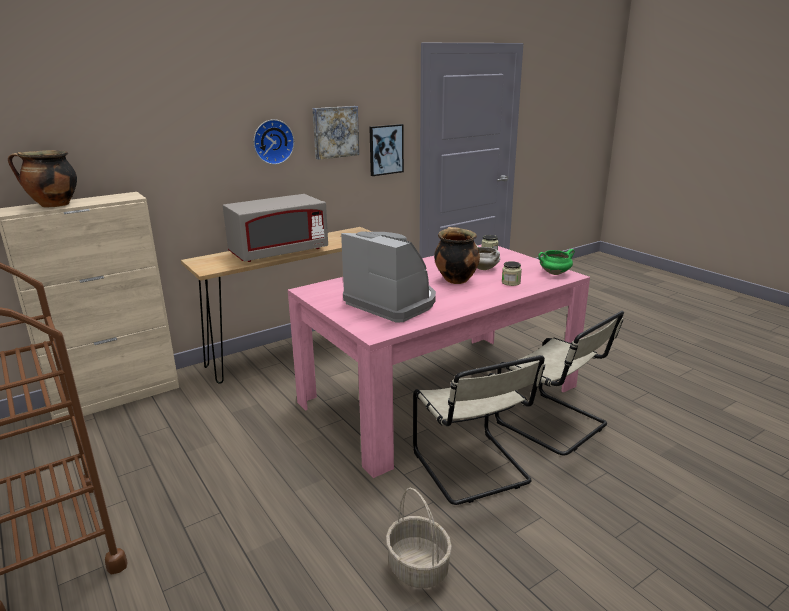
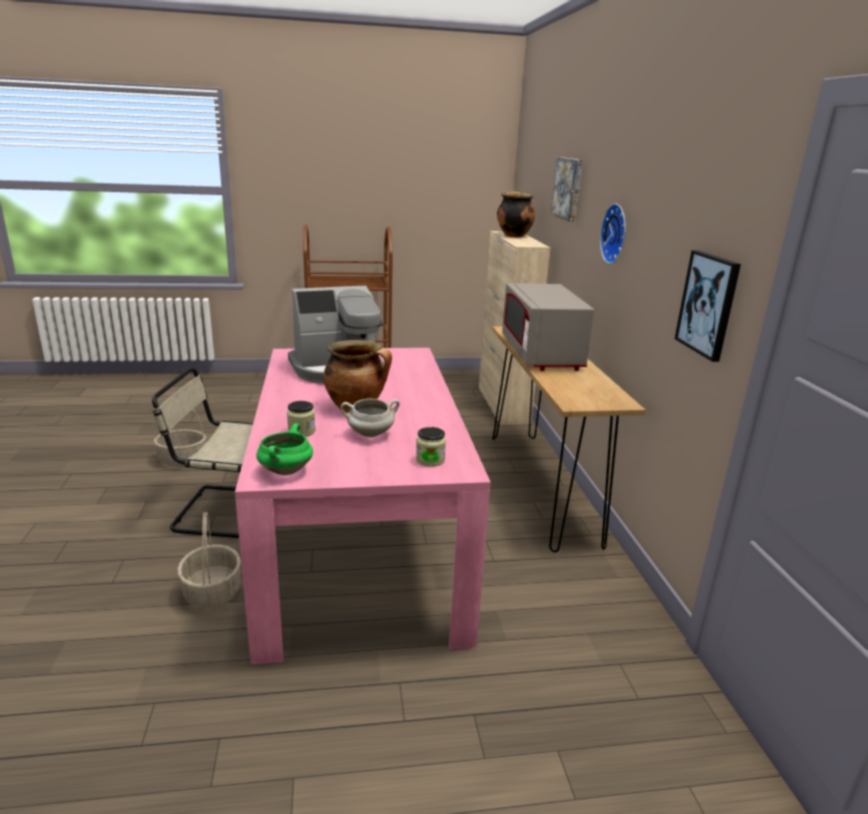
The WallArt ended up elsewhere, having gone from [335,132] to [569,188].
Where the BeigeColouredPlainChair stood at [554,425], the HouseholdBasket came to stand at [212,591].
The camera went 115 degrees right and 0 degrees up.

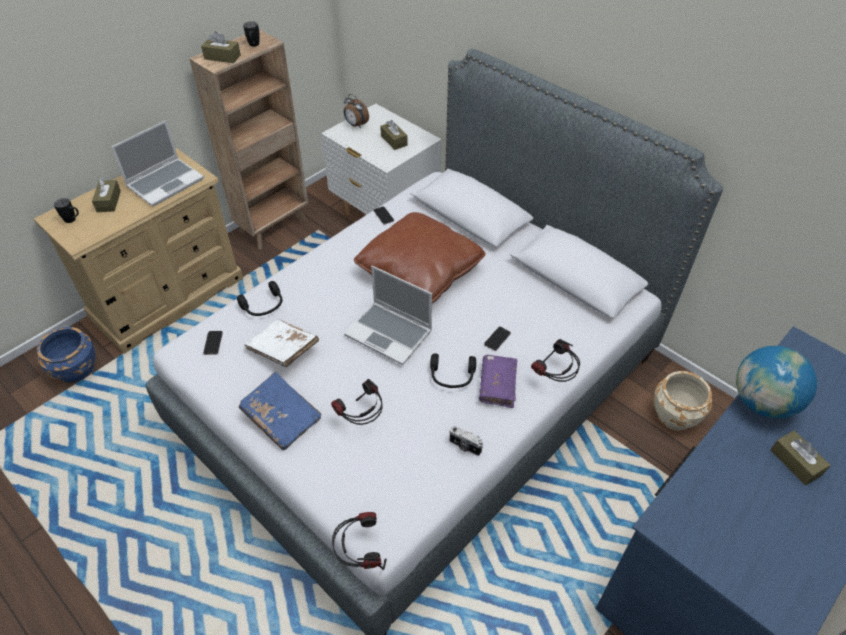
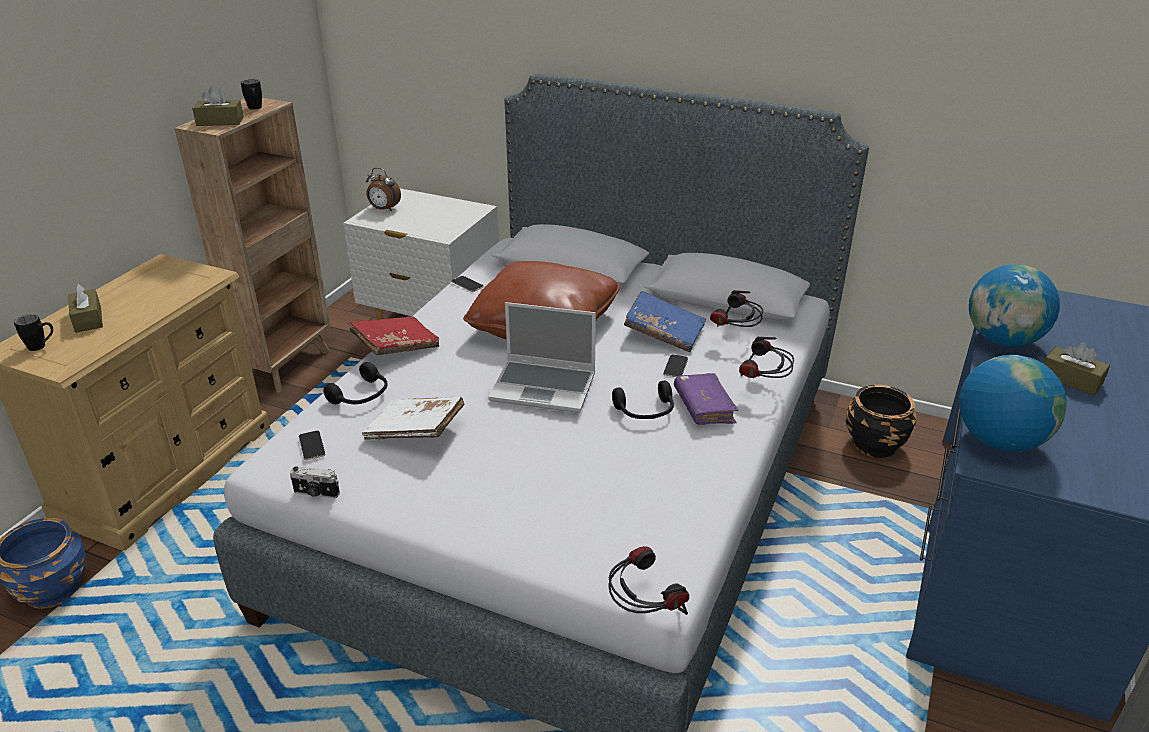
The second view lost the PortableComputer at [166,182].
The second view lost the BrownColouredBoxOfTissues at [394,141].
The second view gained the RedColouredVolume at [396,347].
The second view gained the WorldGlobe at [998,441].
The BlueVolume ended up elsewhere, having gone from [281,417] to [664,333].
The Headphones ended up elsewhere, having gone from [361,418] to [735,336].
The PhotoCamera ended up elsewhere, having gone from [464,447] to [316,493].
What was the BeigeColouredPlanter at [674,415] turned into the BlackishPlanter at [874,444].
The camera went 20 degrees left and 15 degrees down.

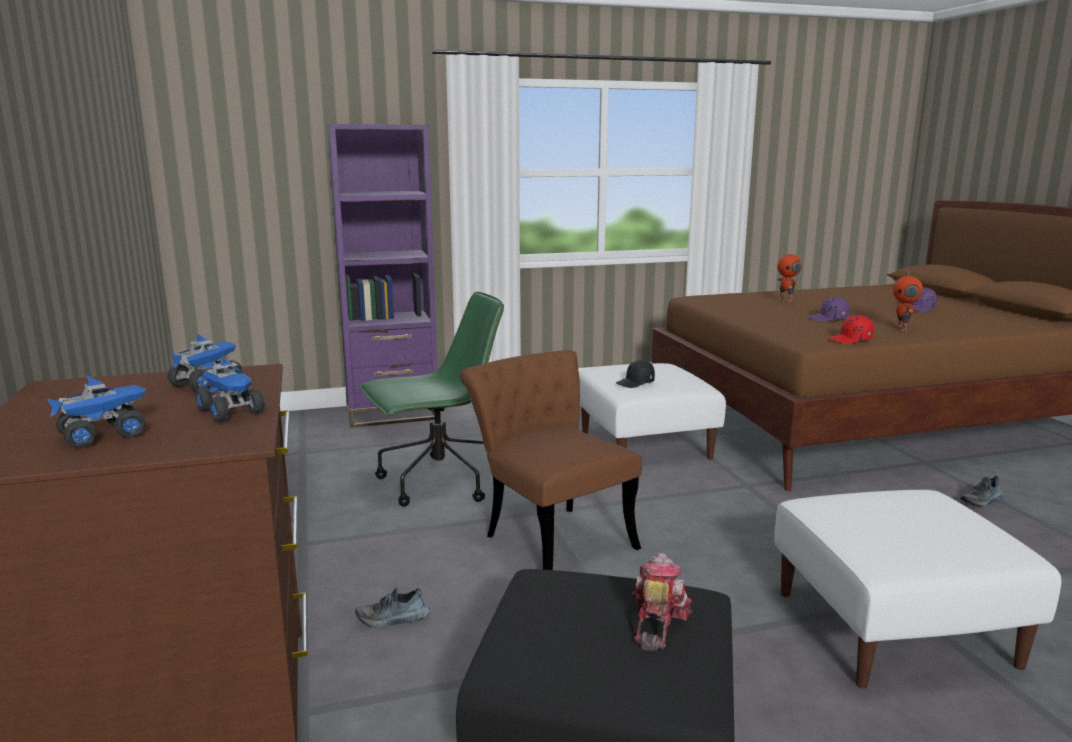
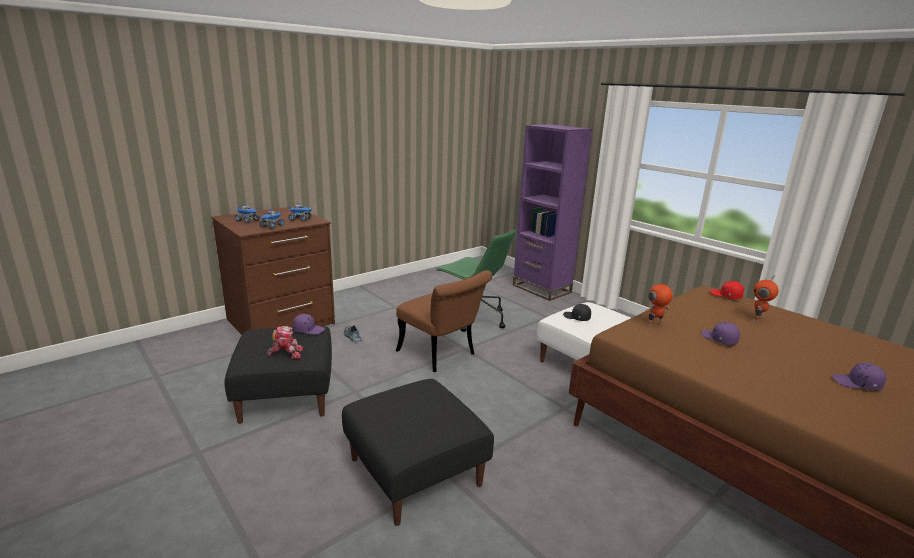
The second view lost the LowShoe at [982,501].
The second view gained the PurplishCap at [309,330].
The RedColouredCap ended up elsewhere, having gone from [850,340] to [726,295].
The RobotFigure ended up elsewhere, having gone from [902,329] to [654,325].
What was the WhitishFootrest at [892,629] turned into the BlackishFootrest at [414,471].
The BrownColouredPlainChair at [550,536] ended up facing another way, 105 degrees clockwise from before.
The camera went 65 degrees right and 5 degrees up.

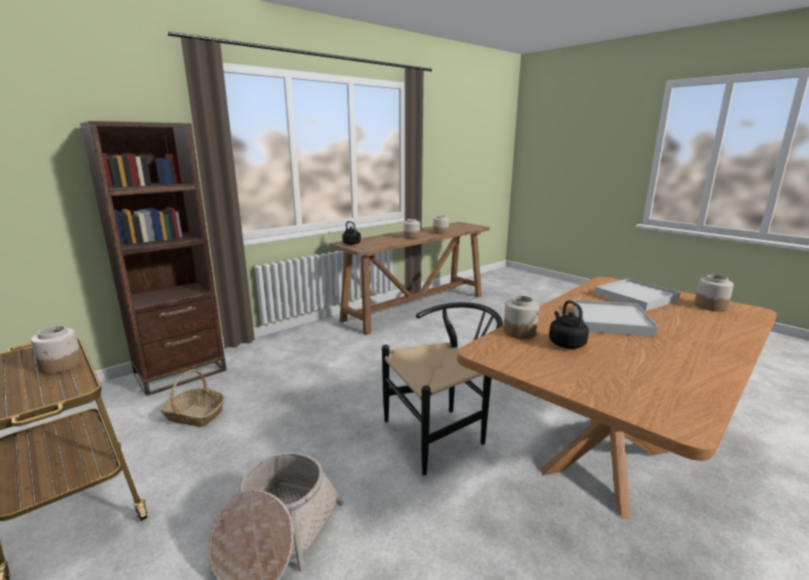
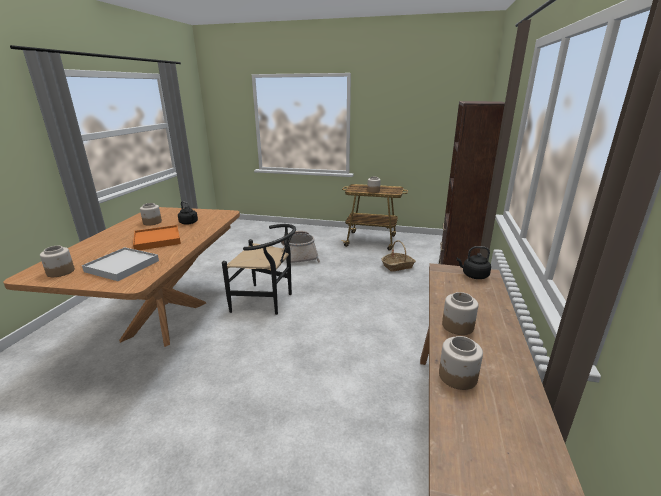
The StorageJar ended up elsewhere, having gone from [519,332] to [152,222].
What was the WhitishTray at [611,321] turned into the OrangeTray at [157,240].
The BlackishPlainChair at [442,433] ended up facing another way, 105 degrees counterclockwise from before.
The camera went 145 degrees right and 5 degrees up.

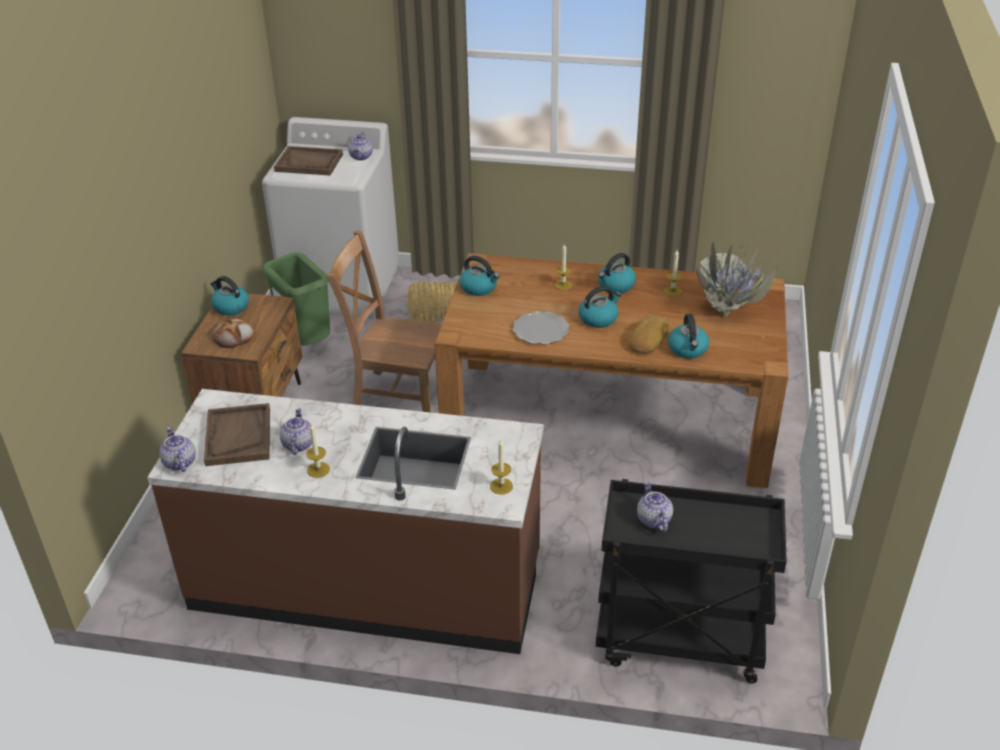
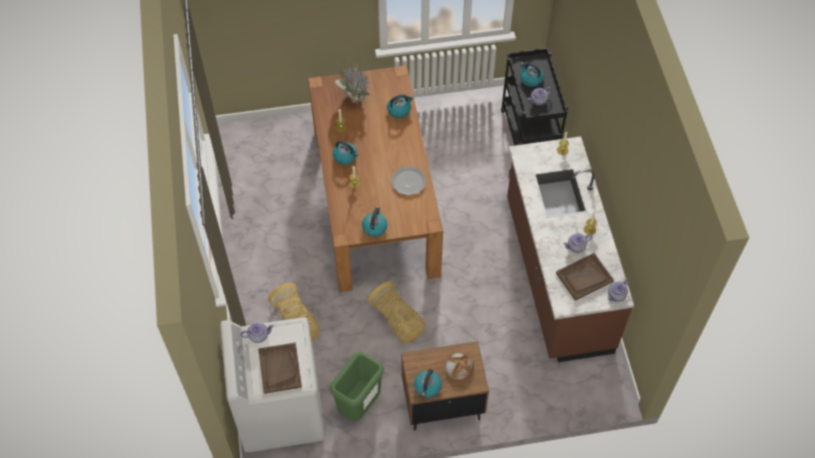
The second view lost the BakedBread at [647,339].
The Kettle ended up elsewhere, having gone from [598,318] to [530,79].
Where the BrownColouredPlainChair stood at [397,397], the HouseholdBasket came to stand at [398,321].
The camera went 110 degrees left and 20 degrees up.

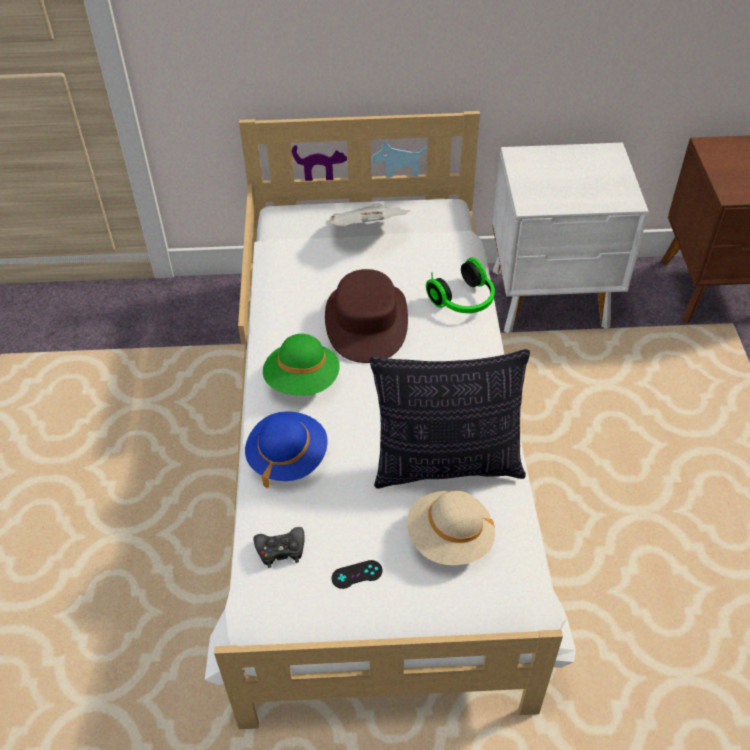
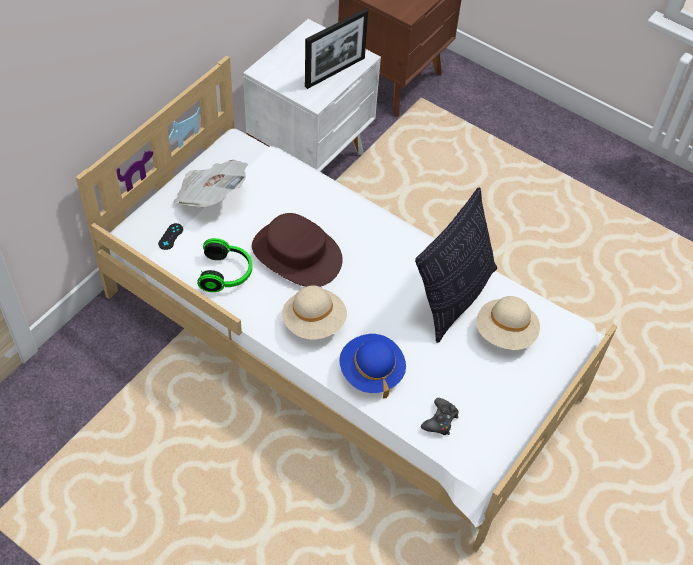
The second view gained the PhotoFrame at [335,72].
The BlackishJoypad ended up elsewhere, having gone from [357,574] to [170,236].
The Headphones ended up elsewhere, having gone from [464,301] to [226,274].
What was the GreenColouredHat at [302,381] turned into the BeigeColouredHat at [314,322].
The camera went 55 degrees left and 5 degrees up.

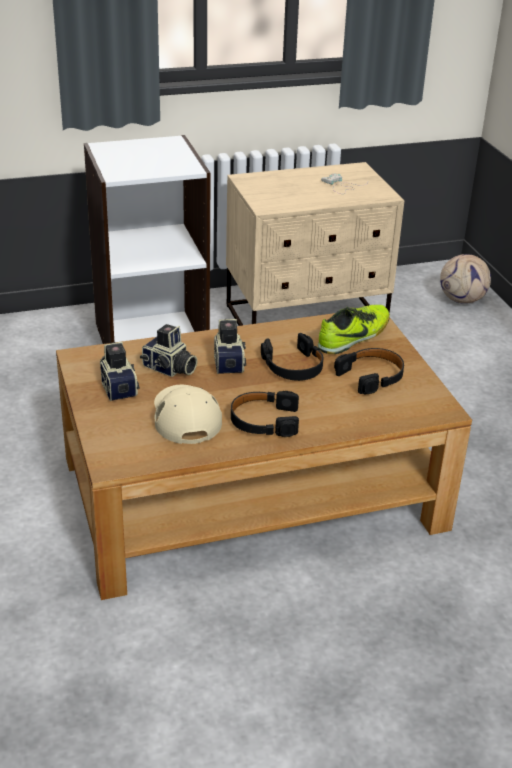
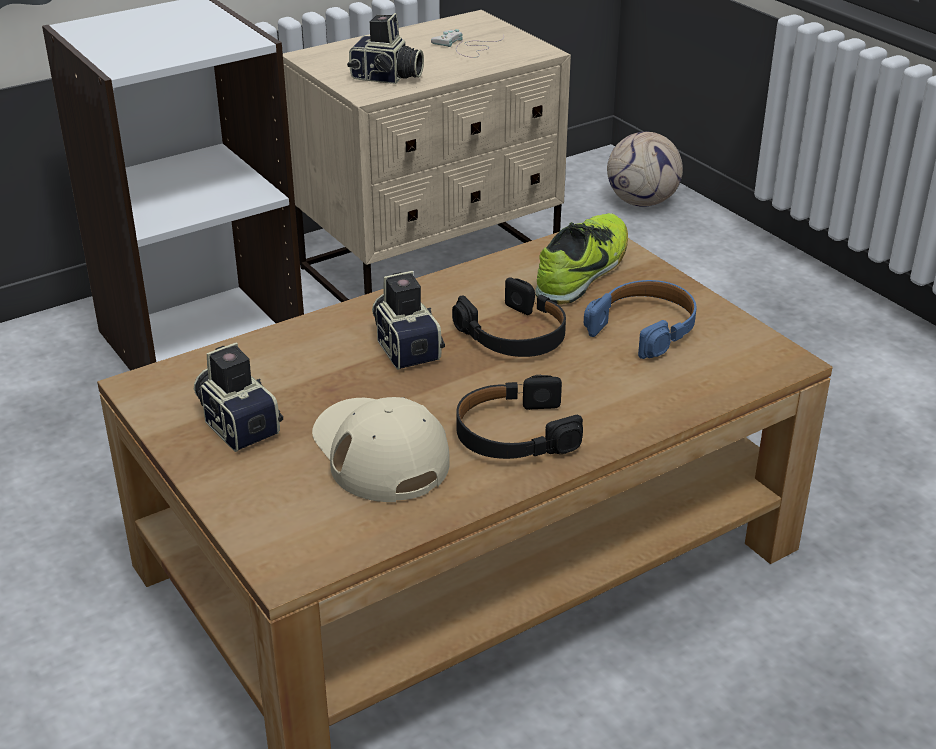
The PhotoCamera ended up elsewhere, having gone from [169,369] to [386,78].
What was the BlackishHeadphones at [371,376] turned into the BlueHeadphones at [644,328].
The camera went 15 degrees left and 0 degrees up.

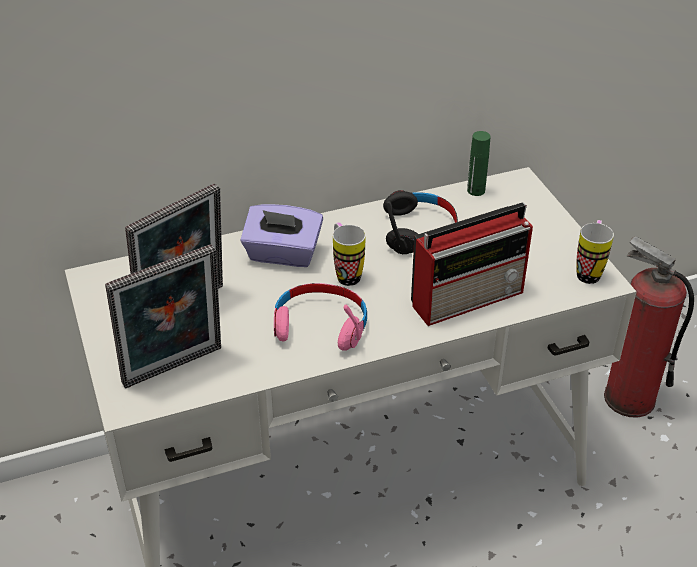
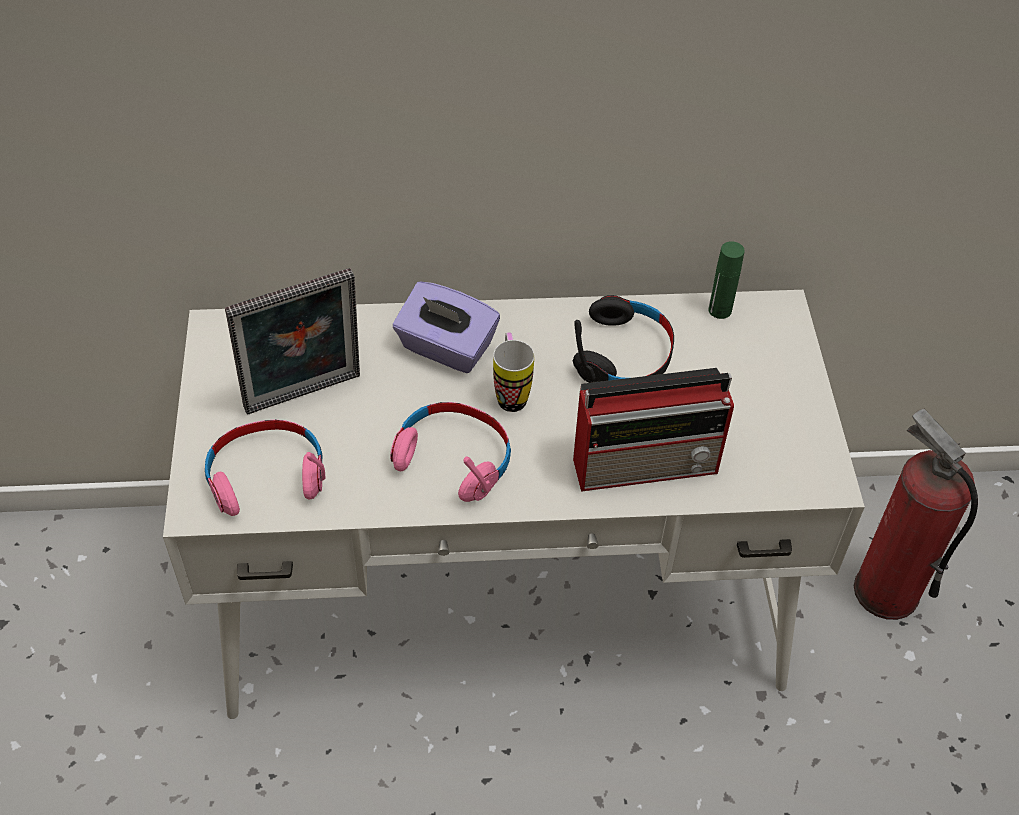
The second view lost the CoffeeMug at [589,271].
Where the PhotoFrame stood at [175,369], the PinkHeadphones came to stand at [266,476].
The camera went 15 degrees right and 10 degrees up.

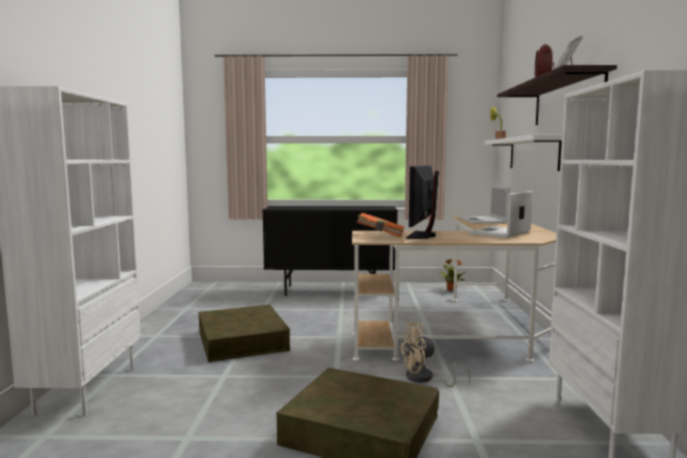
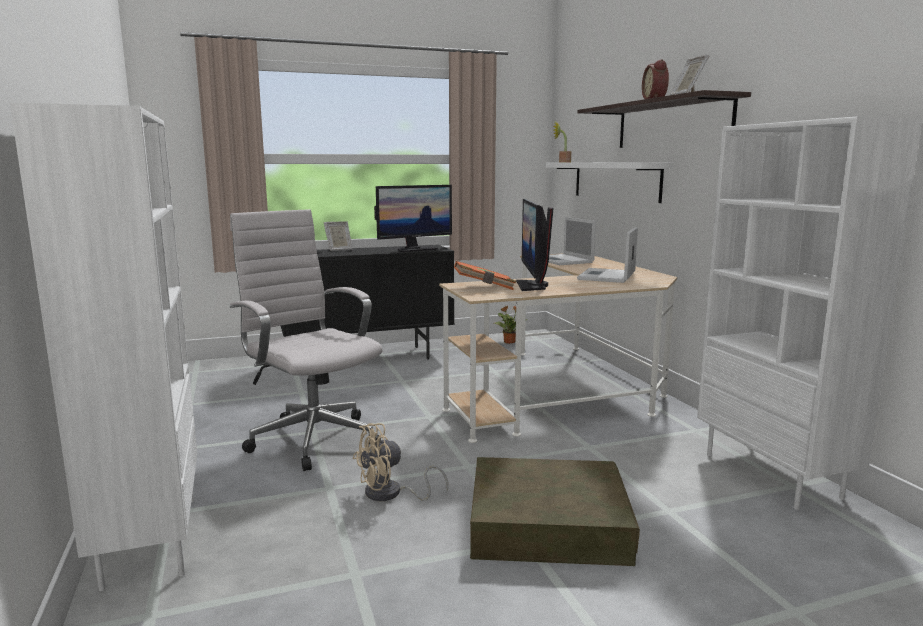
The second view gained the PhotoFrame at [338,250].
The second view gained the ComputerScreen at [414,249].
The BeigeColouredElectricFan ended up elsewhere, having gone from [425,379] to [390,494].
Where the BrownColouredStorageBin stood at [242,340], the WhitishOfficeChair came to stand at [312,438].
The camera went 20 degrees left and 5 degrees up.

